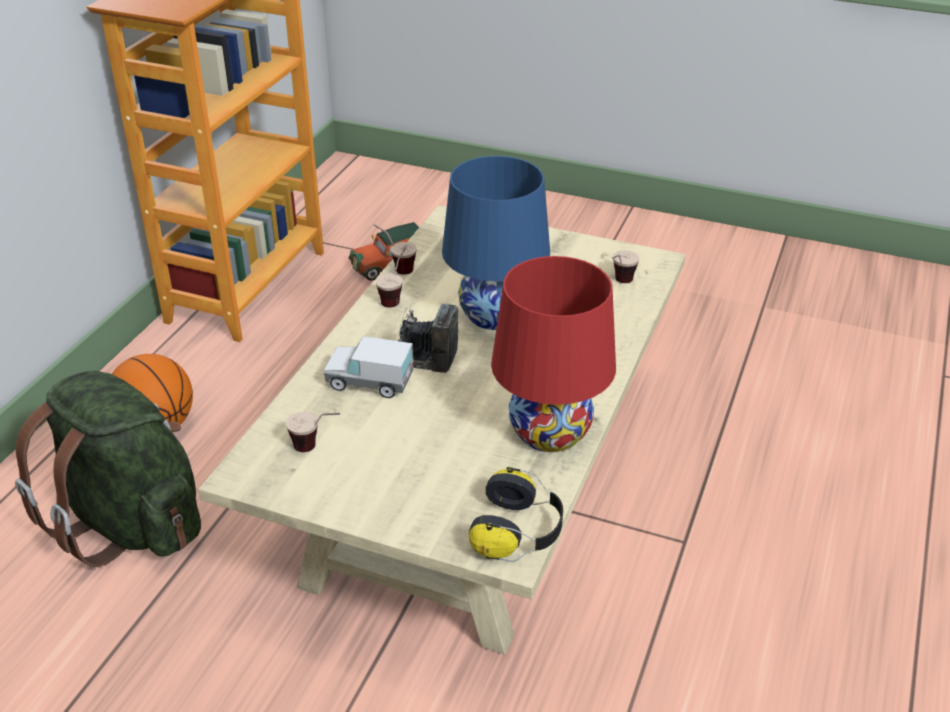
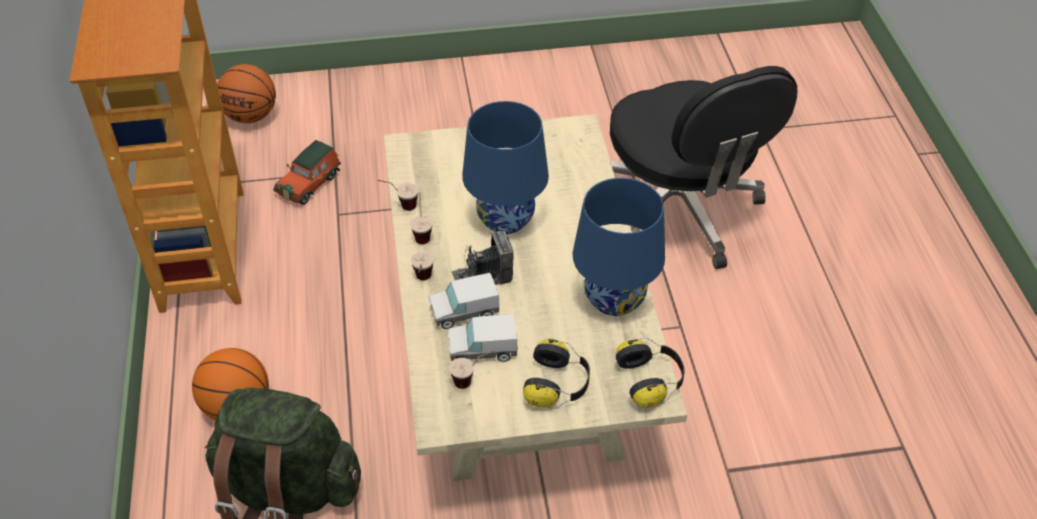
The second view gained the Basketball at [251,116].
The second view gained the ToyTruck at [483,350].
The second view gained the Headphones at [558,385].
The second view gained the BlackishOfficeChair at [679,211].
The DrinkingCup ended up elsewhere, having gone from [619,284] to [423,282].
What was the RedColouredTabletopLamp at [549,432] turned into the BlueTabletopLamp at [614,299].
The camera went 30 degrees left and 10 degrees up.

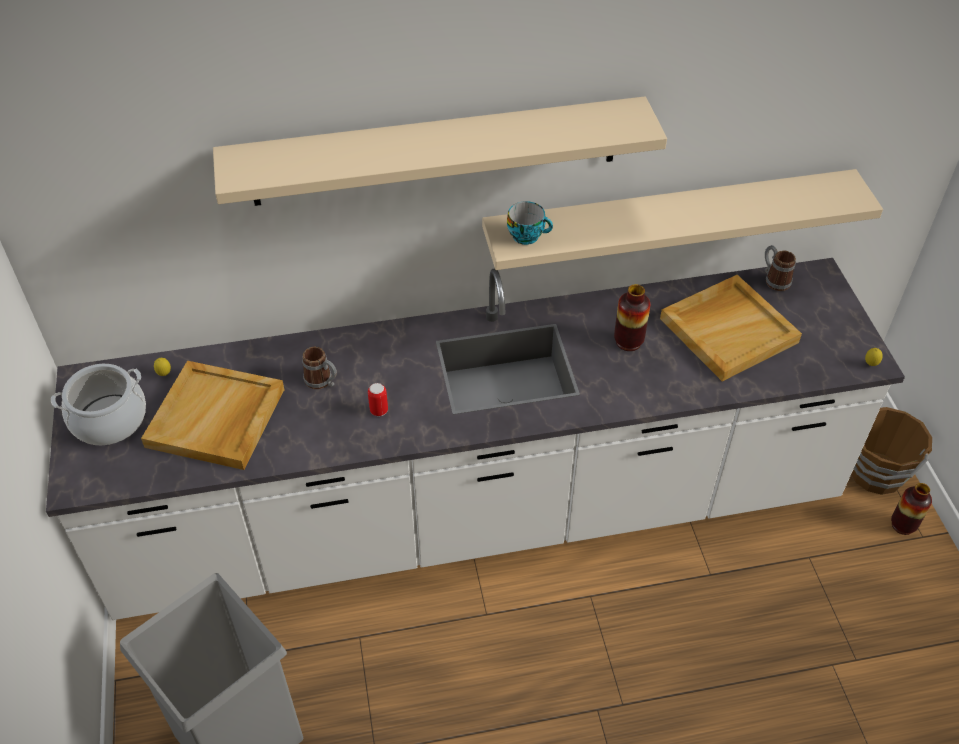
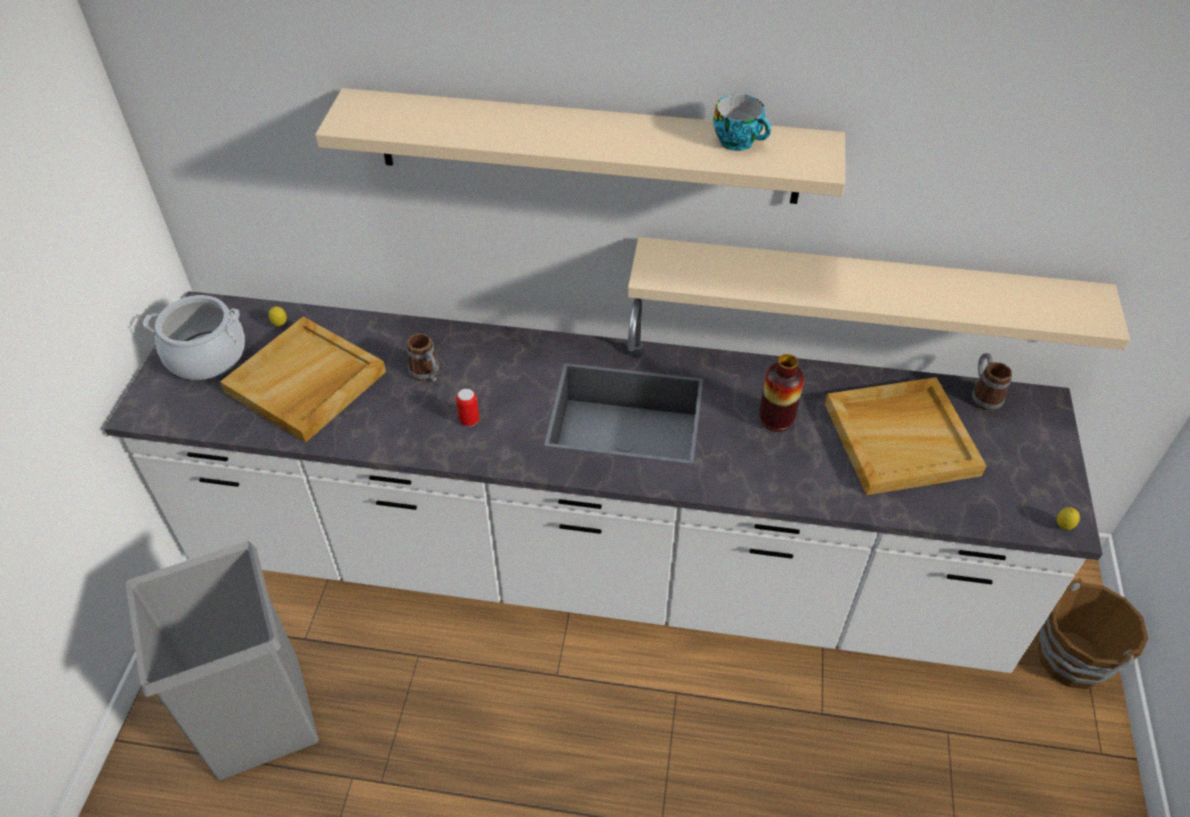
The second view lost the DecorativeVase at [902,525].
The DrinkingCup ended up elsewhere, having gone from [527,235] to [739,141].
The camera went 20 degrees right and 0 degrees up.

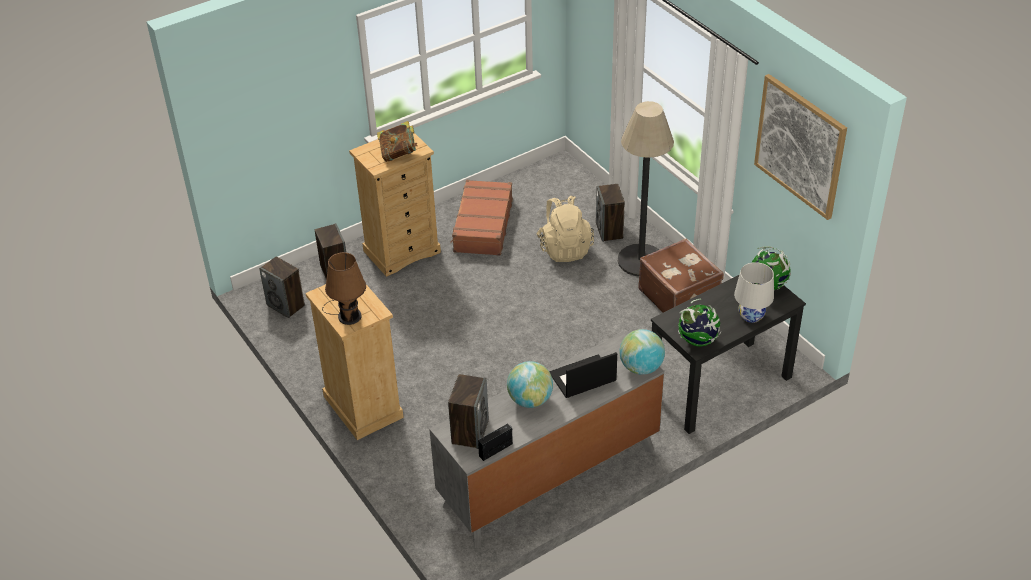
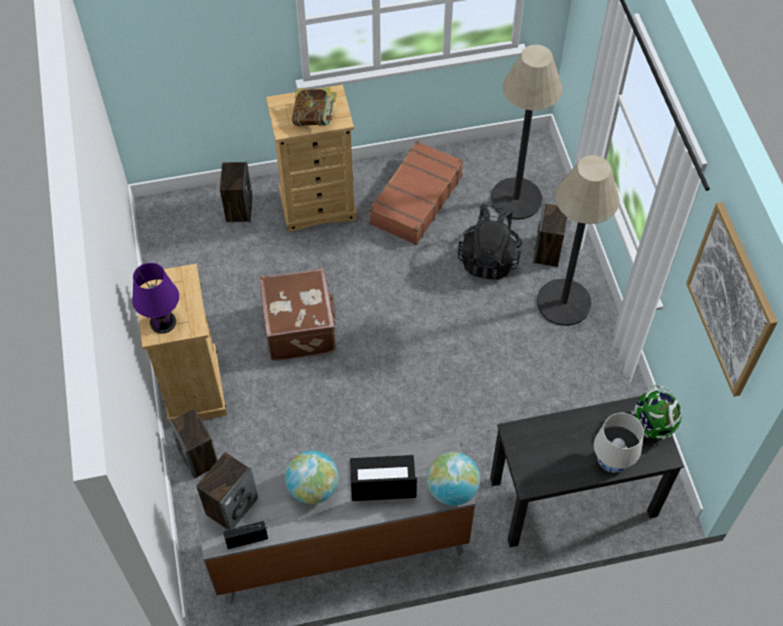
The second view lost the WorldGlobe at [698,340].
The second view gained the StandingLamp at [516,199].
The Speaker ended up elsewhere, having gone from [286,305] to [199,457].
The BrownColouredSuitcase ended up elsewhere, having gone from [679,297] to [300,327].
What was the BrownColouredTabletopLamp at [348,315] turned into the PurplishTabletopLamp at [162,319].
What was the BeigeColouredKnapsack at [565,248] turned into the BlackishKnapsack at [489,258].
The camera went 20 degrees right and 15 degrees up.

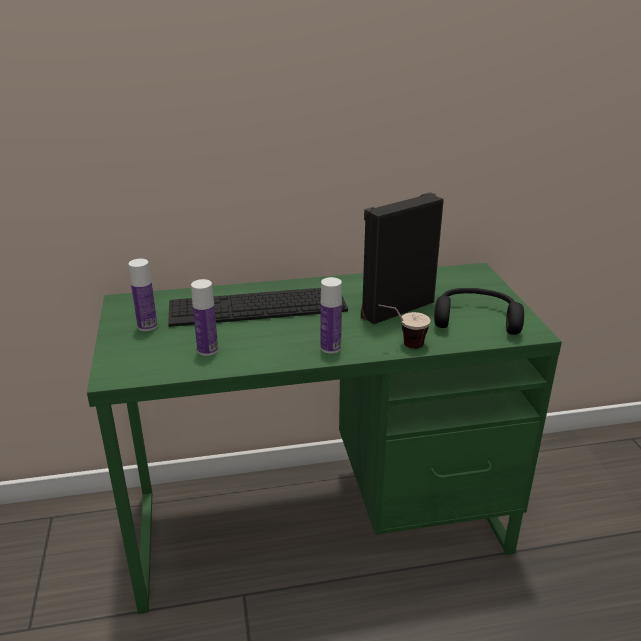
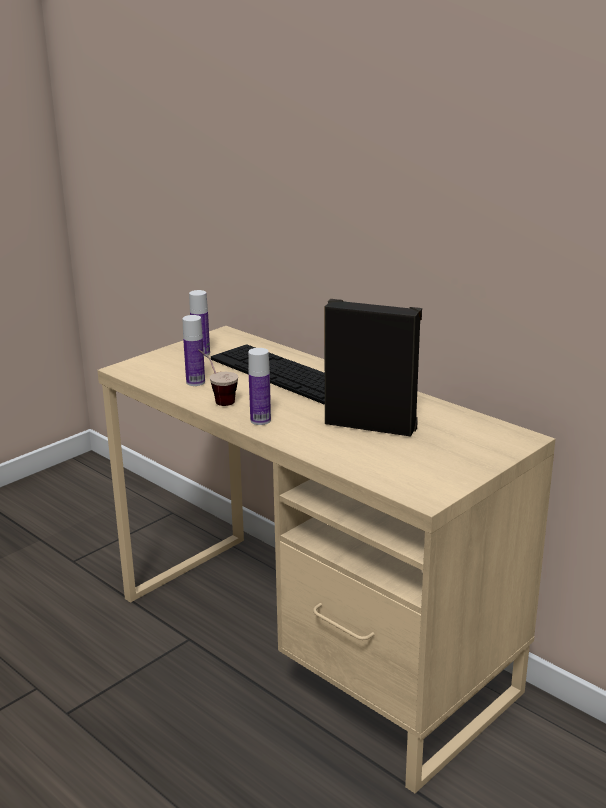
The second view lost the BlackishHeadphones at [476,319].
The DrinkingCup ended up elsewhere, having gone from [402,345] to [217,399].
What was the GreenColouredDeskUnit at [321,523] turned into the BeigeColouredDeskUnit at [310,643].
The camera went 55 degrees right and 5 degrees down.

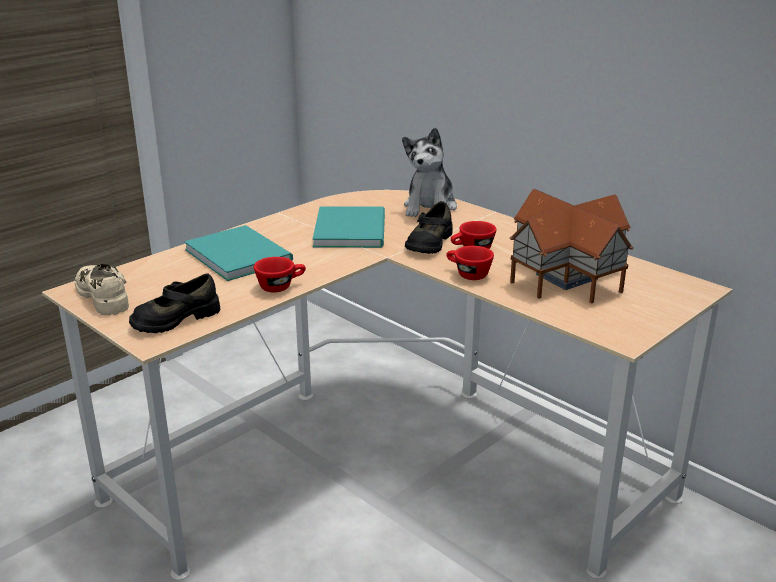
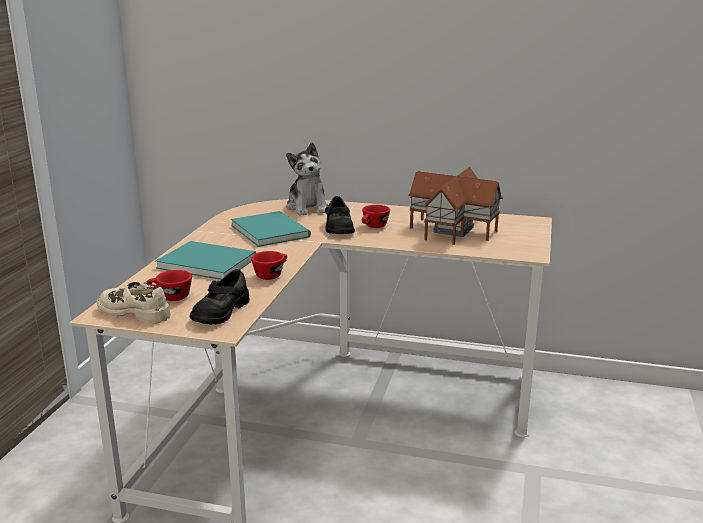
The RedColouredDrinkingCup ended up elsewhere, having gone from [467,274] to [170,297].
The camera went 30 degrees left and 5 degrees down.

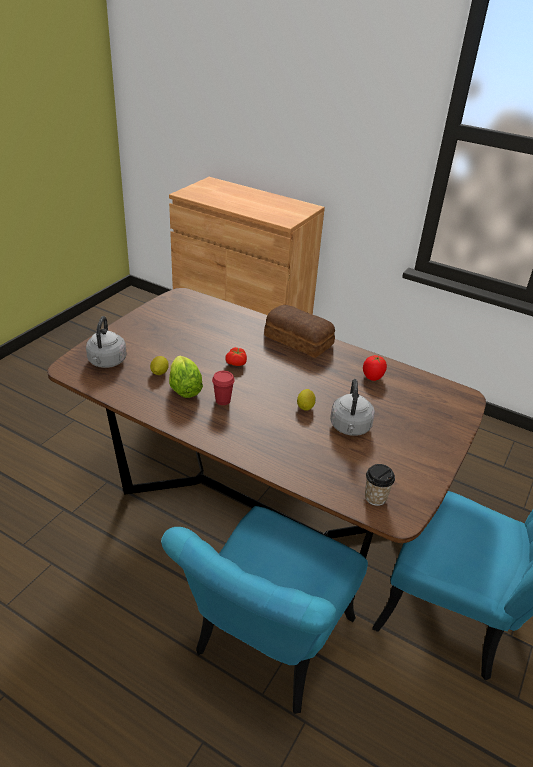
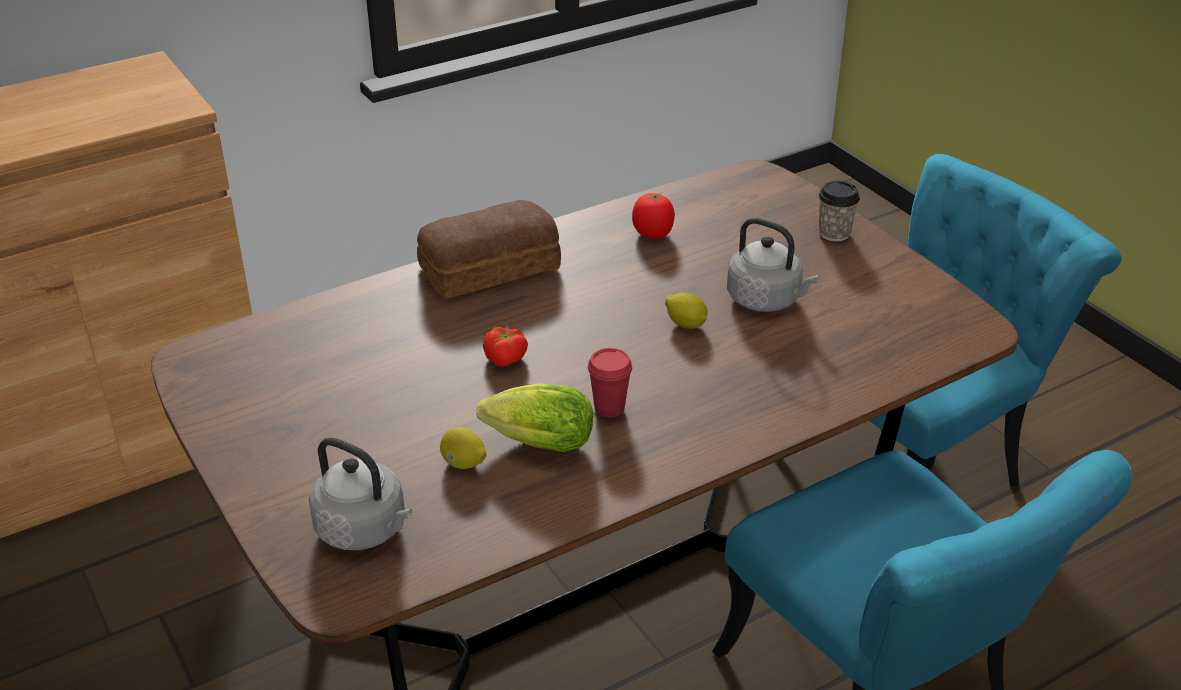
The DrinkingCup ended up elsewhere, having gone from [375,498] to [834,233].
The camera went 60 degrees left and 0 degrees up.

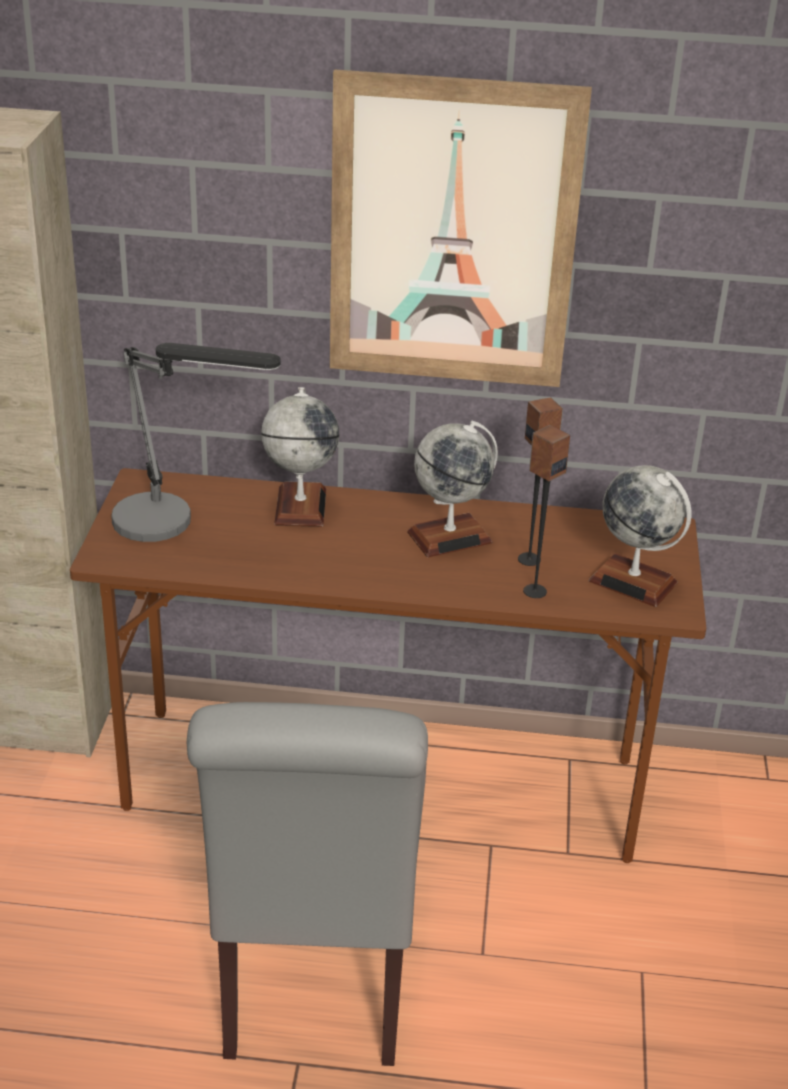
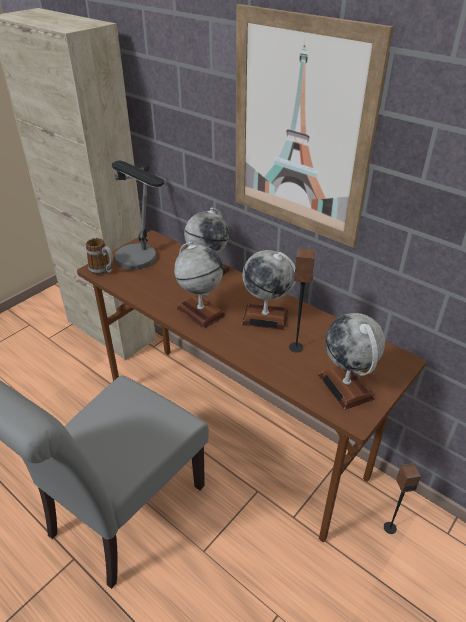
The second view gained the CoffeeMug at [103,270].
The second view gained the WorldGlobe at [200,311].
The Speaker ended up elsewhere, having gone from [534,591] to [390,527].
The camera went 35 degrees right and 5 degrees up.

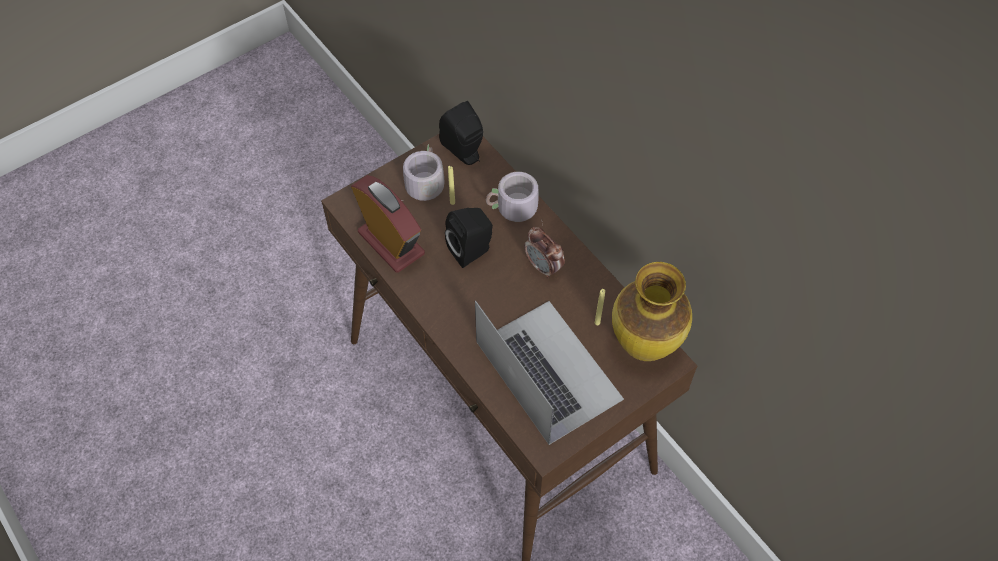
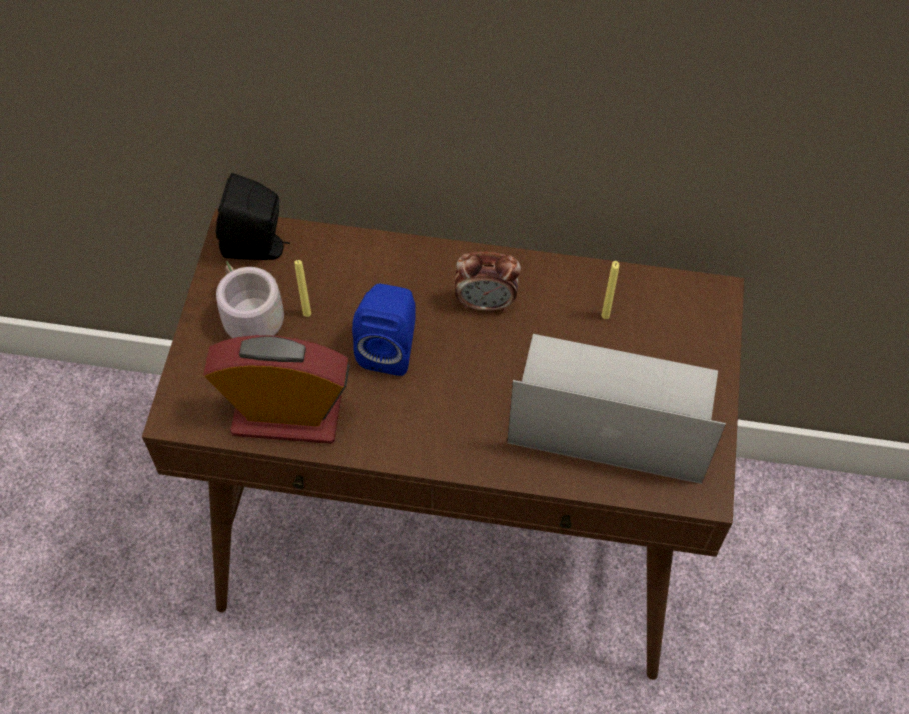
The second view lost the GreyishCoffeeMug at [512,210].
The second view lost the DecorativeVase at [643,345].
What was the BlackishSpeaker at [472,250] turned into the BlueSpeaker at [390,348].
The camera went 45 degrees left and 0 degrees up.

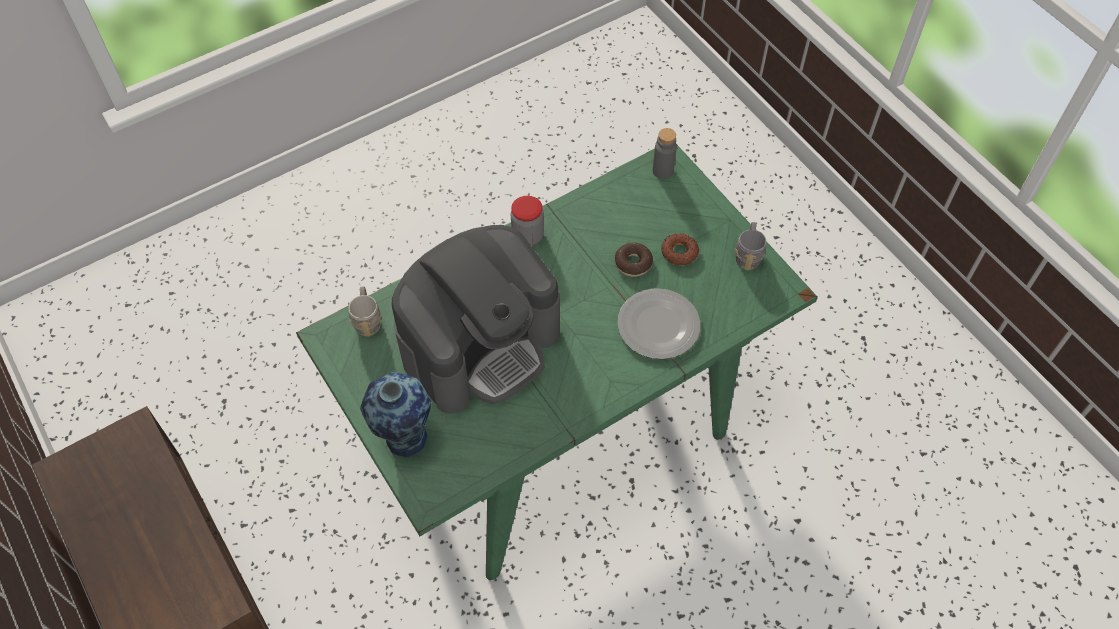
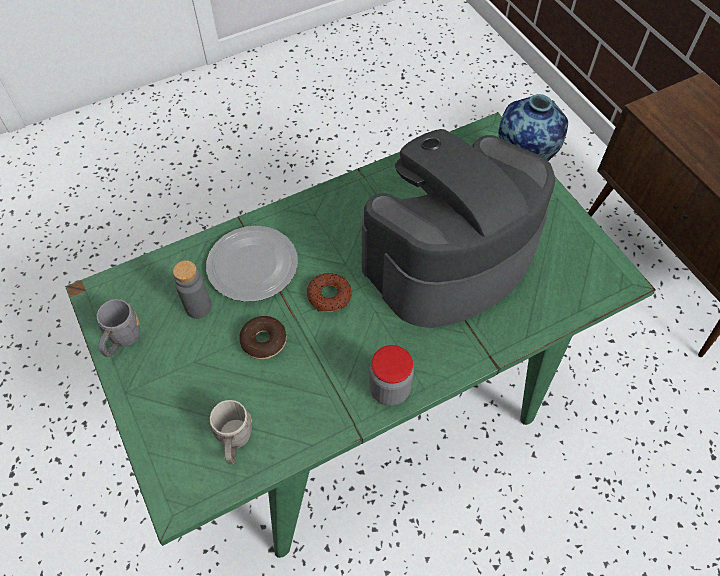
The GreyishCoffeeMug ended up elsewhere, having gone from [367,320] to [234,442].
The GreyishDrinkBottle ended up elsewhere, having gone from [662,171] to [198,307].
The RingDoughnut ended up elsewhere, having gone from [679,252] to [329,296].
The camera went 175 degrees left and 0 degrees up.

